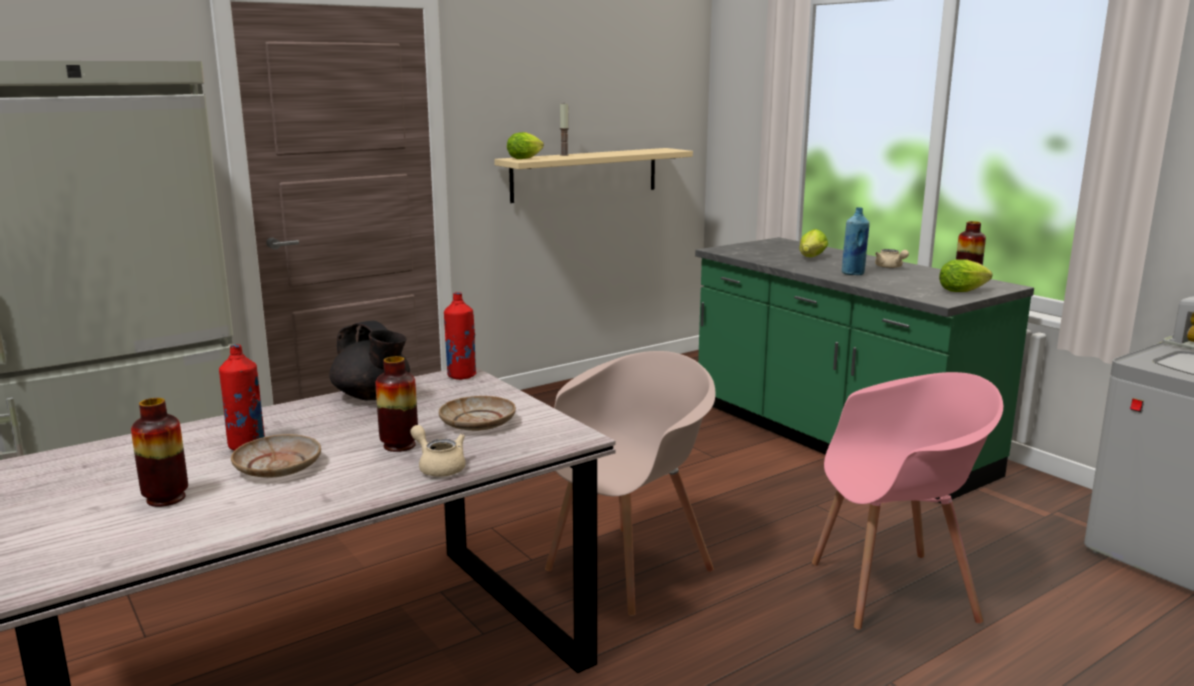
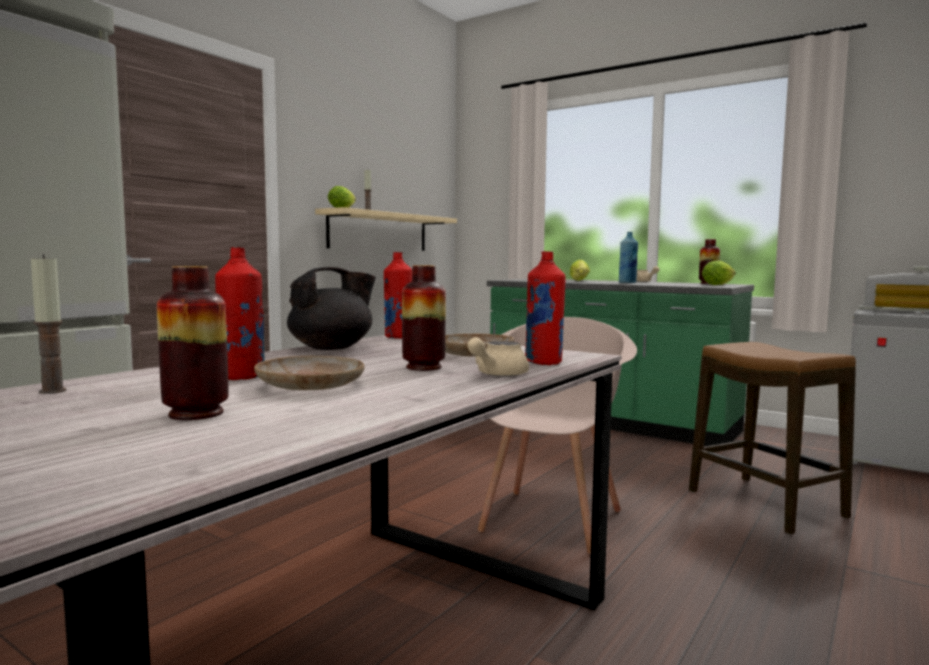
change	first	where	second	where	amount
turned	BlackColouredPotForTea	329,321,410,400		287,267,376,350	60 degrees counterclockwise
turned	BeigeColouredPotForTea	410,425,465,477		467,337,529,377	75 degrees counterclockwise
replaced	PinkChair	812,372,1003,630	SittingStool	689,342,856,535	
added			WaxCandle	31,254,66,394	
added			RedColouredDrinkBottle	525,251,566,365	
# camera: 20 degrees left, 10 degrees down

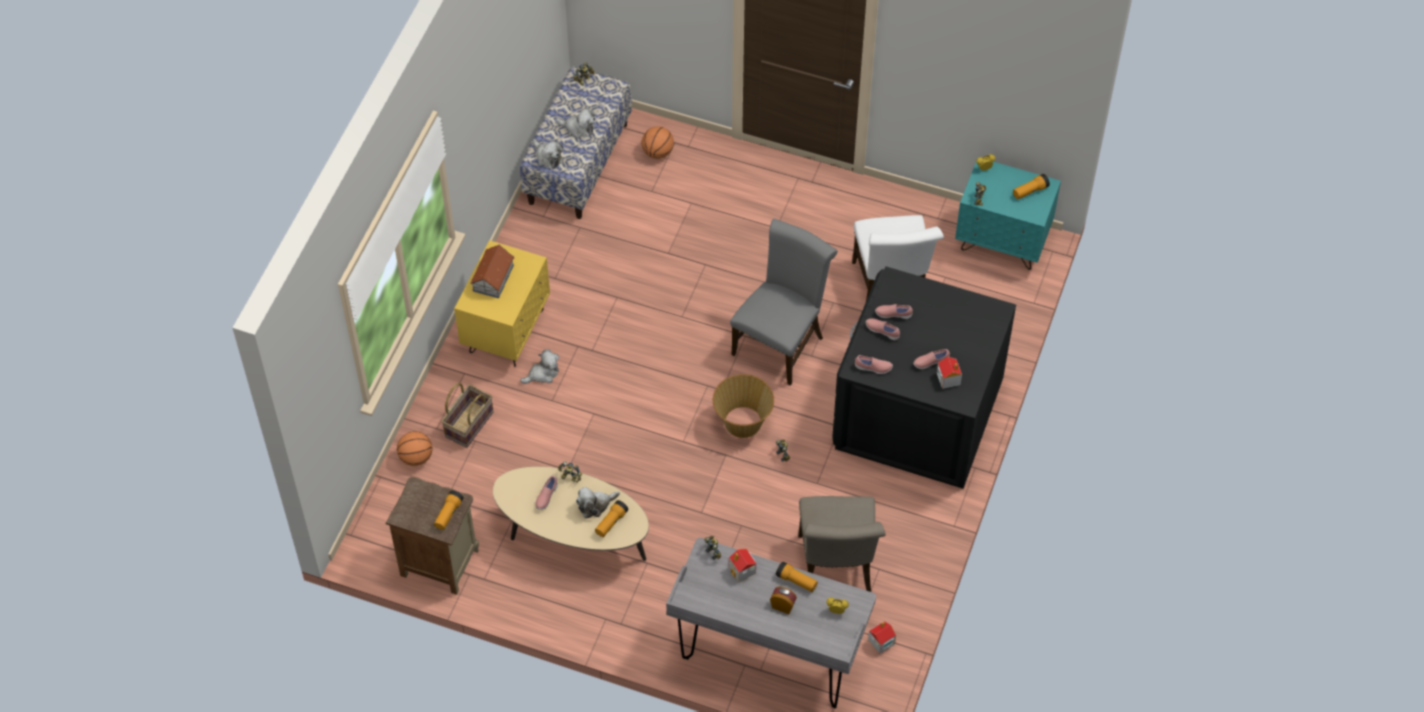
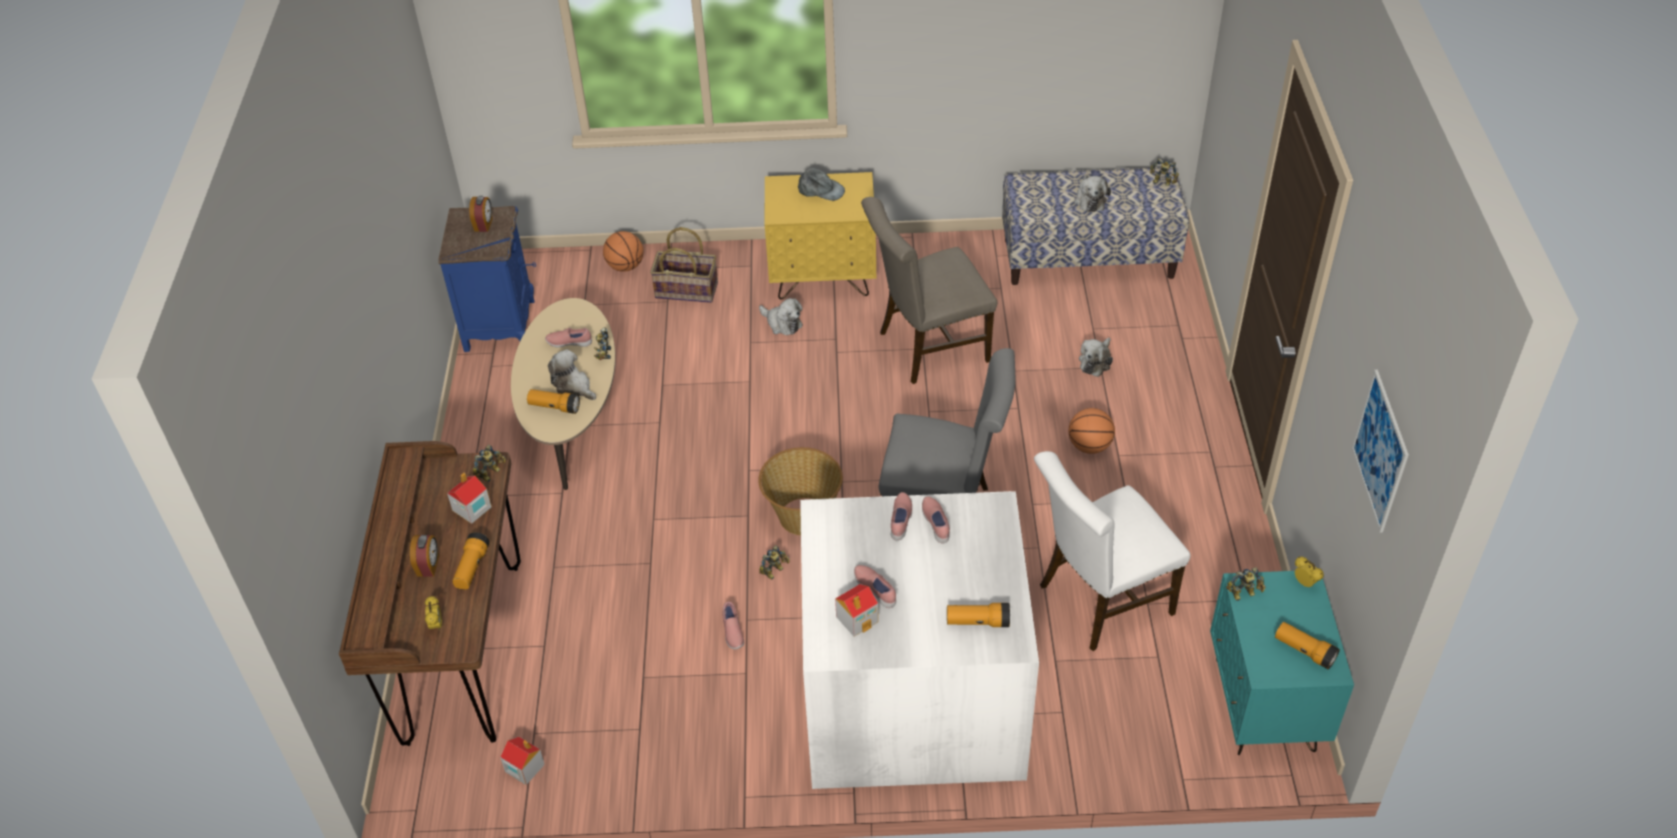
change	first	where	second	where	amount
recoloured	BeigeColouredNightTable	385,477,479,595	BluishNightTable	438,206,536,352	
moved	Flashlight	434,490,464,530		947,603,1010,627	
replaced	ToyHouse	470,245,514,298	GreyBaseballCap	798,168,845,201	
moved	CuddlyToy	533,138,563,169		1079,338,1113,377	
moved	Basketball	642,126,674,159		1068,408,1115,454	
recoloured	GreyDeskTable	666,538,876,708	BrownDeskTable	339,441,521,746	
moved	BeigeColouredChair	798,496,886,592		861,197,997,384	
recoloured	BlackColouredDresser	832,266,1016,489	WhiteColouredDresser	800,491,1039,789	
moved	PinkLowShoe	855,355,893,374		723,602,744,650	
added			BedsideClock	469,196,493,232	
added			Picture	1352,370,1409,533	
# camera: 70 degrees right, 10 degrees down

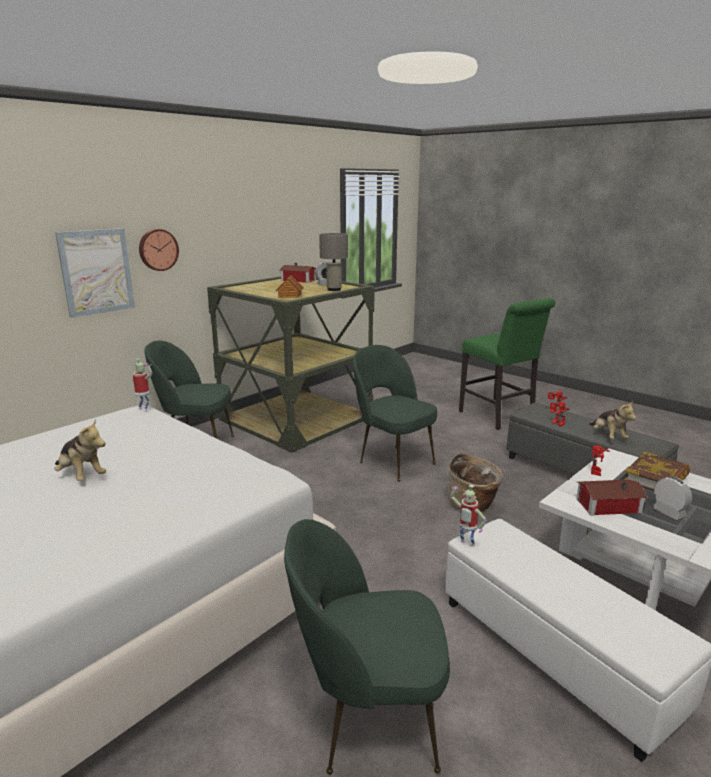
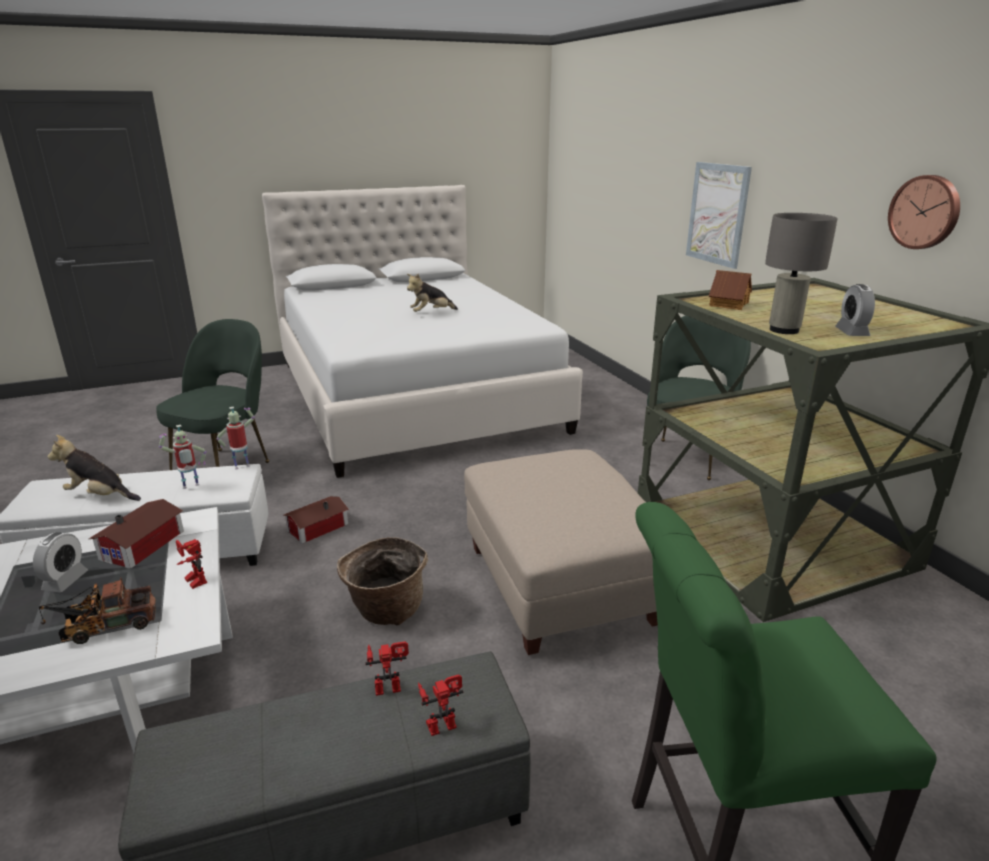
change	first	where	second	where	amount
moved	ModelRobot	132,358,152,411		159,425,207,489	
moved	ClockOnTheWall	139,229,179,271		888,175,960,249	
moved	ToyHouse	280,263,316,283		283,496,349,544	
replaced	GreenishChair	353,345,437,482	BeigeColouredFootrest	464,450,658,655	
moved	CuddlyToy	589,401,636,439		48,435,141,501	
replaced	Book	624,452,690,491	ToyLorry	39,577,156,644	
turned	BedsideClock	652,477,692,520		33,532,88,592	75 degrees counterclockwise
# camera: 115 degrees right, 5 degrees up

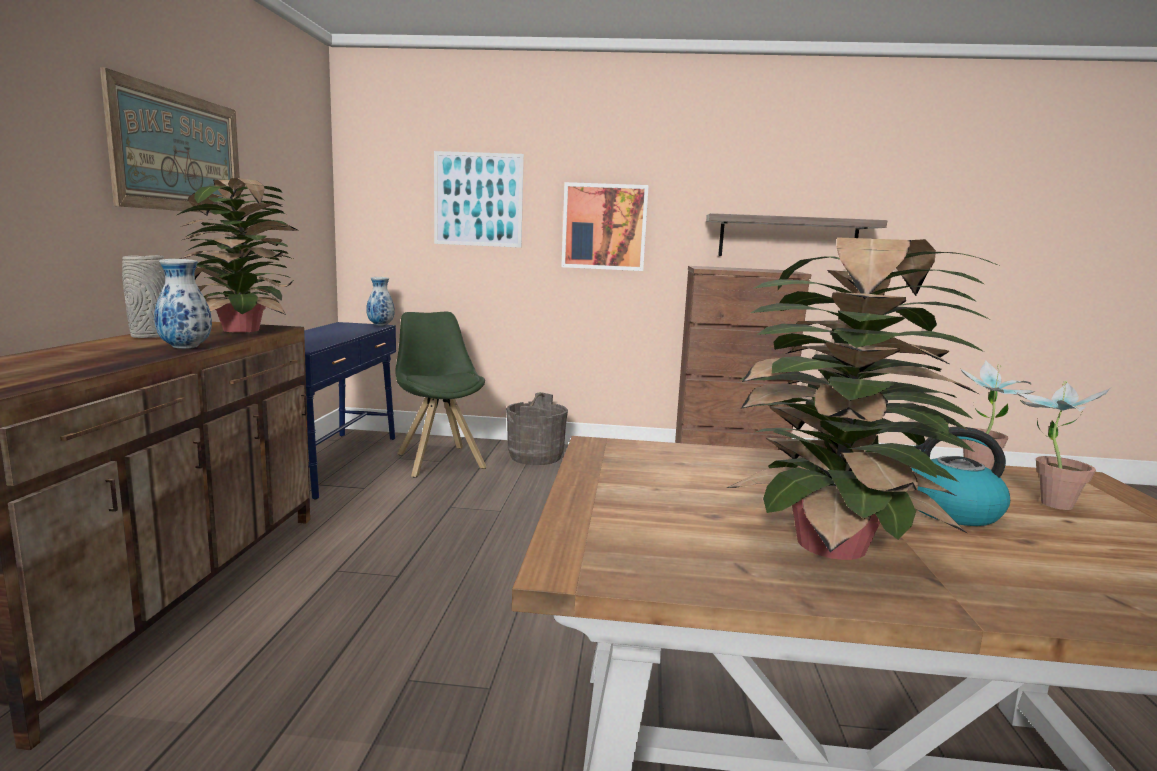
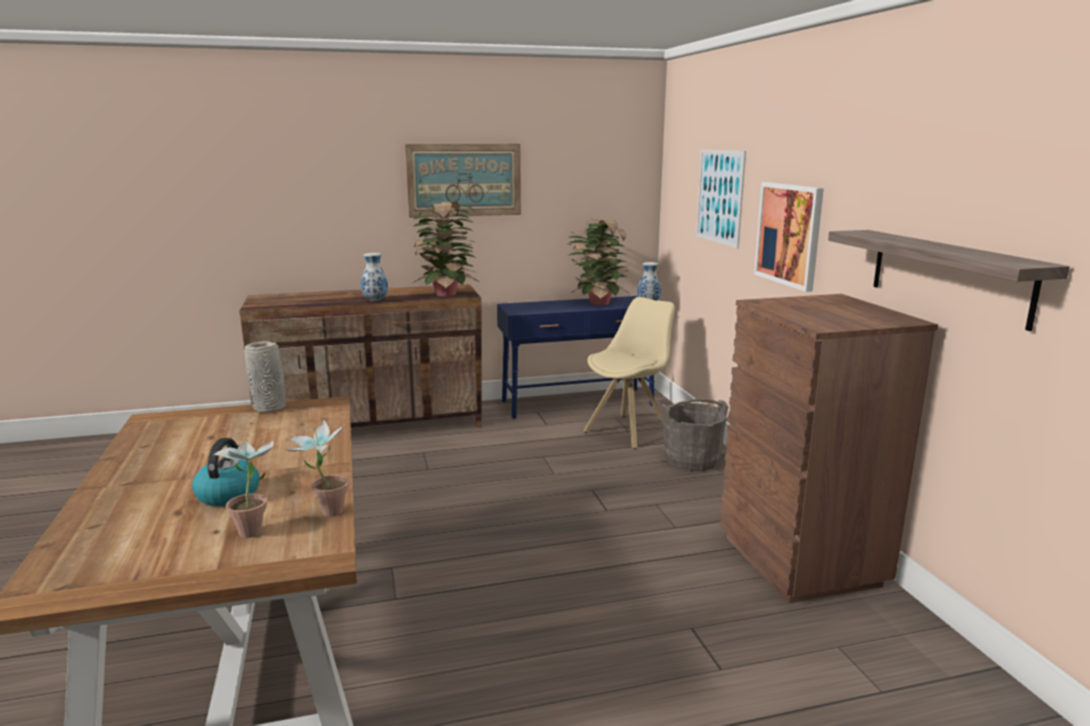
change	first	where	second	where	amount
moved	GreyVase	122,255,165,338		245,341,286,412	
recoloured	GreenishChair	395,312,487,477	BeigeColouredChair	583,297,675,449	
moved	Houseplant	727,237,999,560		567,219,629,305	
# camera: 70 degrees right, 5 degrees up

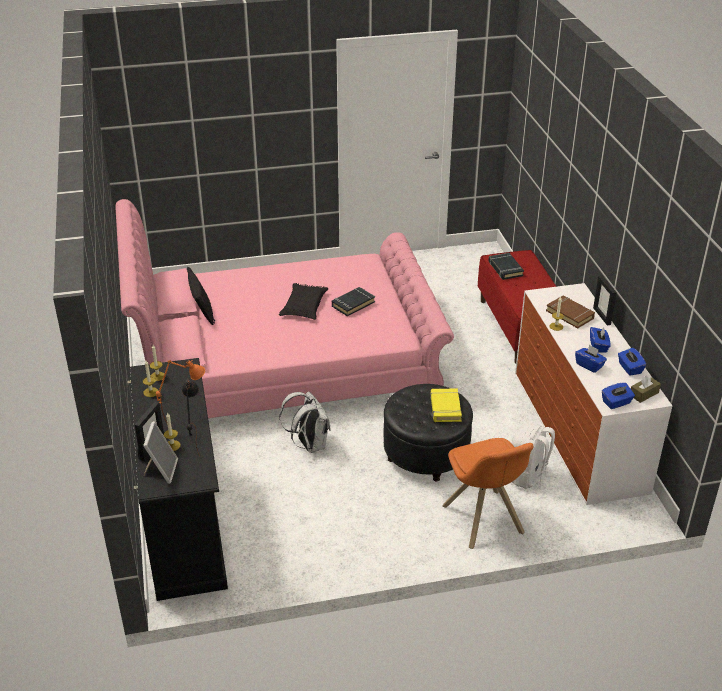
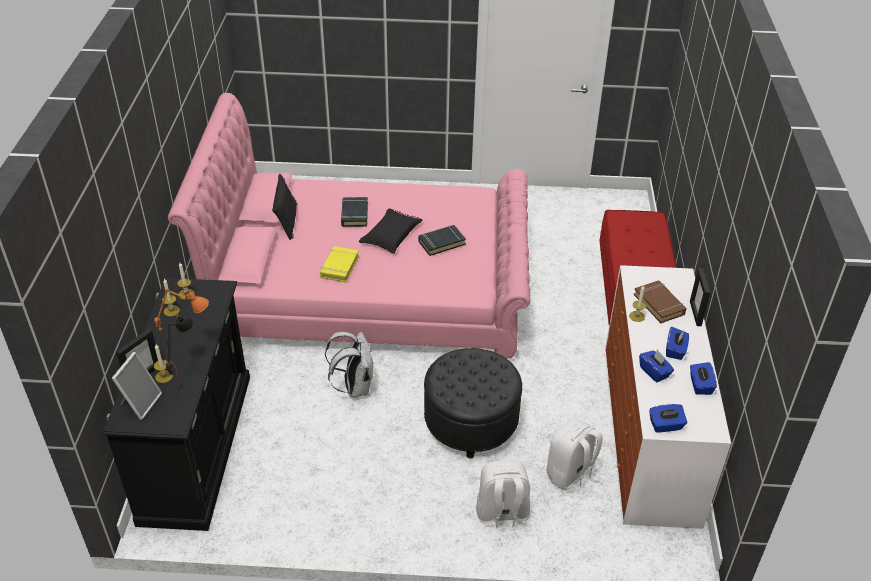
change	first	where	second	where	amount
moved	YellowColouredBook	431,389,462,422		320,246,359,283	
replaced	OrangeChair	442,438,533,549	WhiteColouredRucksack	476,460,530,539	
moved	BlackColouredBook	488,253,524,280		341,197,368,227	
removed	BrownBoxOfTissues	631,375,661,403			
# camera: 15 degrees right, 5 degrees up

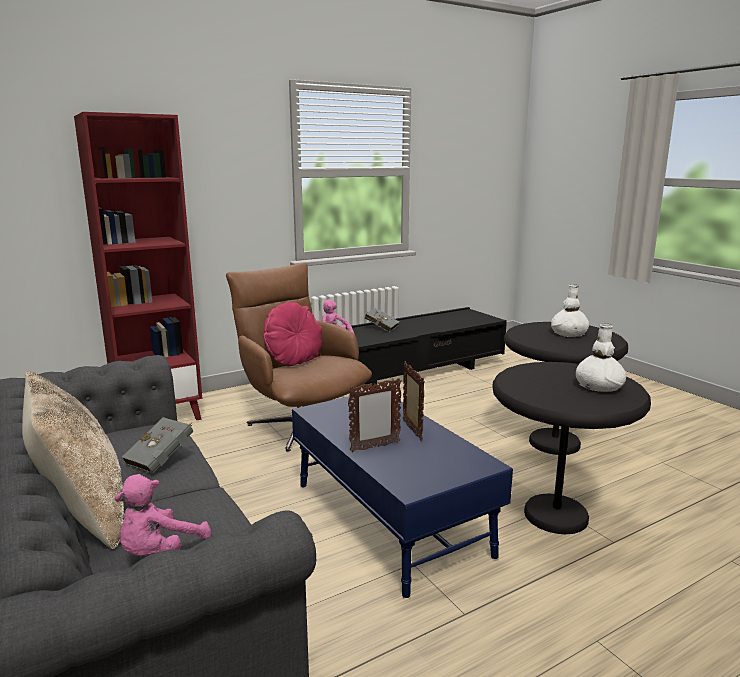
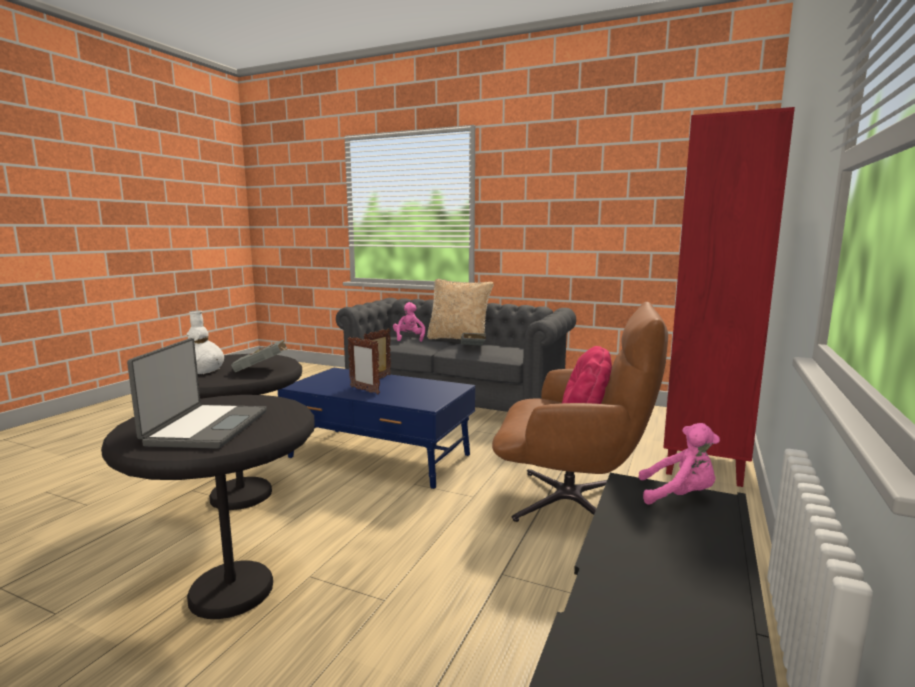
change	first	where	second	where	amount
moved	GreyBook	365,308,400,332		231,340,289,372	
replaced	WhiteColouredVase	551,284,589,337	PortableComputer	127,338,267,449	
# camera: 145 degrees right, 5 degrees down

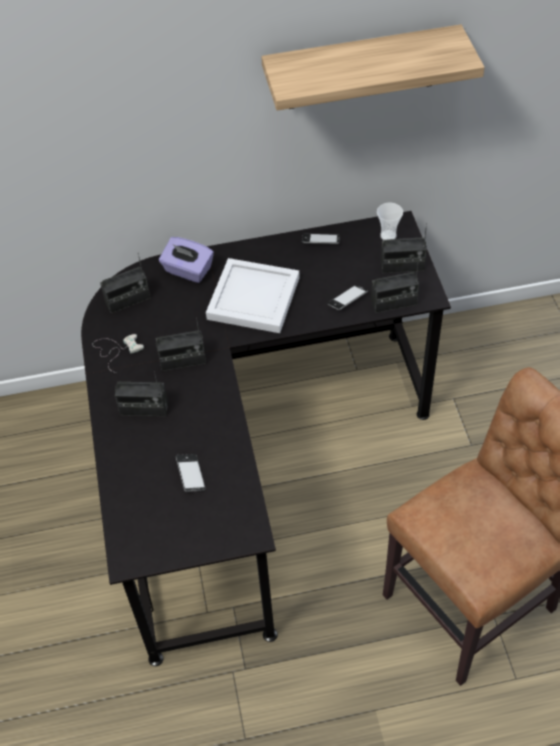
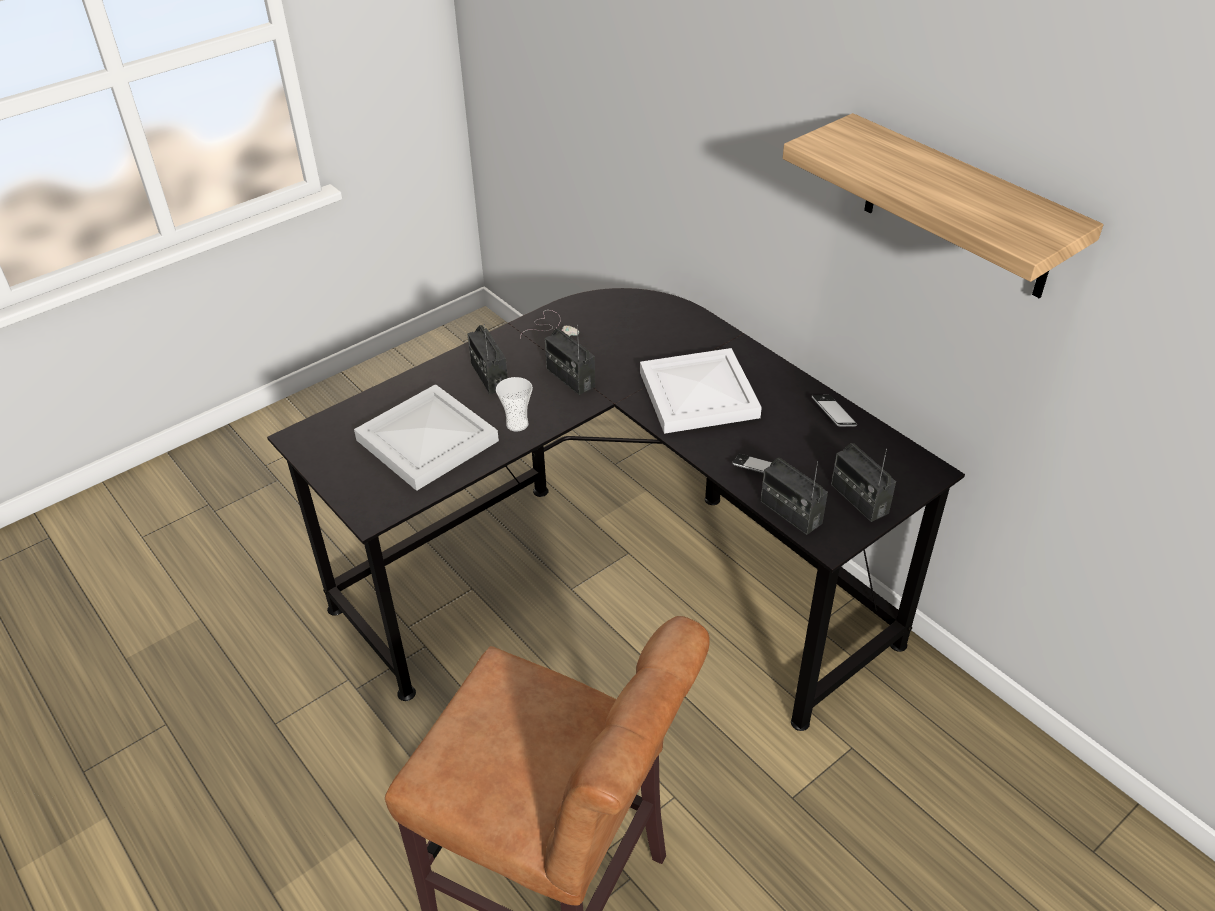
change	first	where	second	where	amount
removed	RadioReceiver	100,253,151,313			
removed	PurpleBoxOfTissues	159,237,214,283			
replaced	Phone	176,454,206,492	WhiteColouredServingTray	354,384,499,491	
moved	SmallCup	377,203,403,240		496,377,533,431	
# camera: 60 degrees right, 10 degrees down

